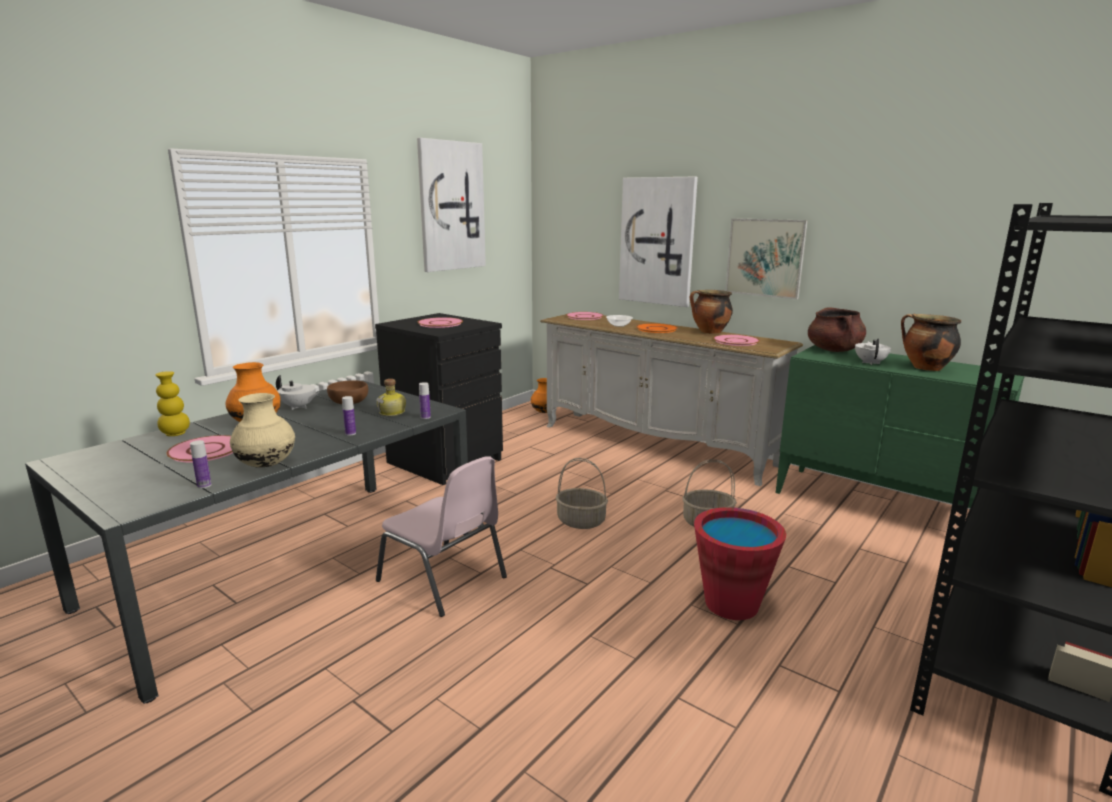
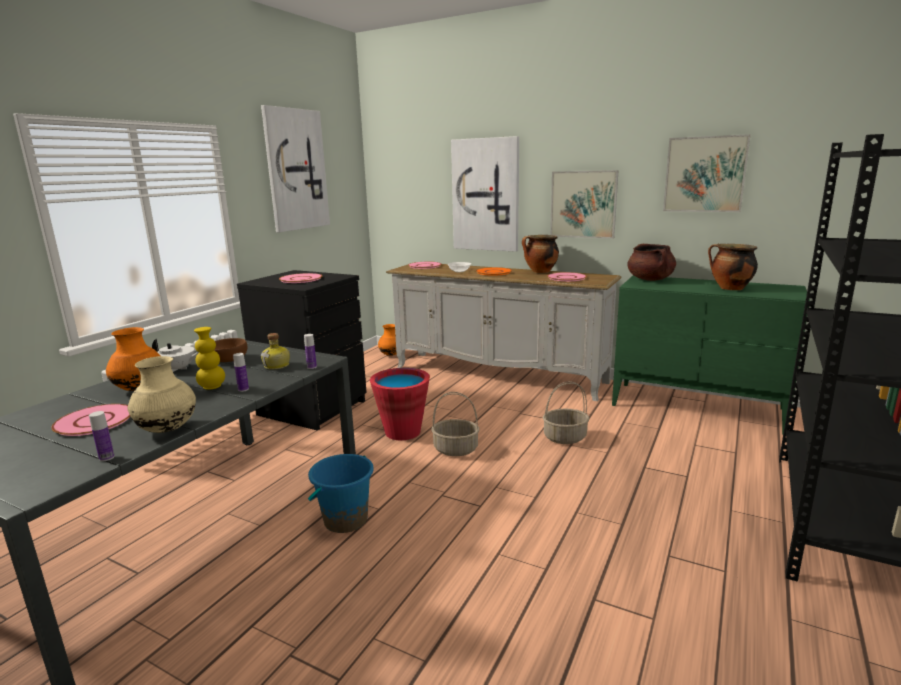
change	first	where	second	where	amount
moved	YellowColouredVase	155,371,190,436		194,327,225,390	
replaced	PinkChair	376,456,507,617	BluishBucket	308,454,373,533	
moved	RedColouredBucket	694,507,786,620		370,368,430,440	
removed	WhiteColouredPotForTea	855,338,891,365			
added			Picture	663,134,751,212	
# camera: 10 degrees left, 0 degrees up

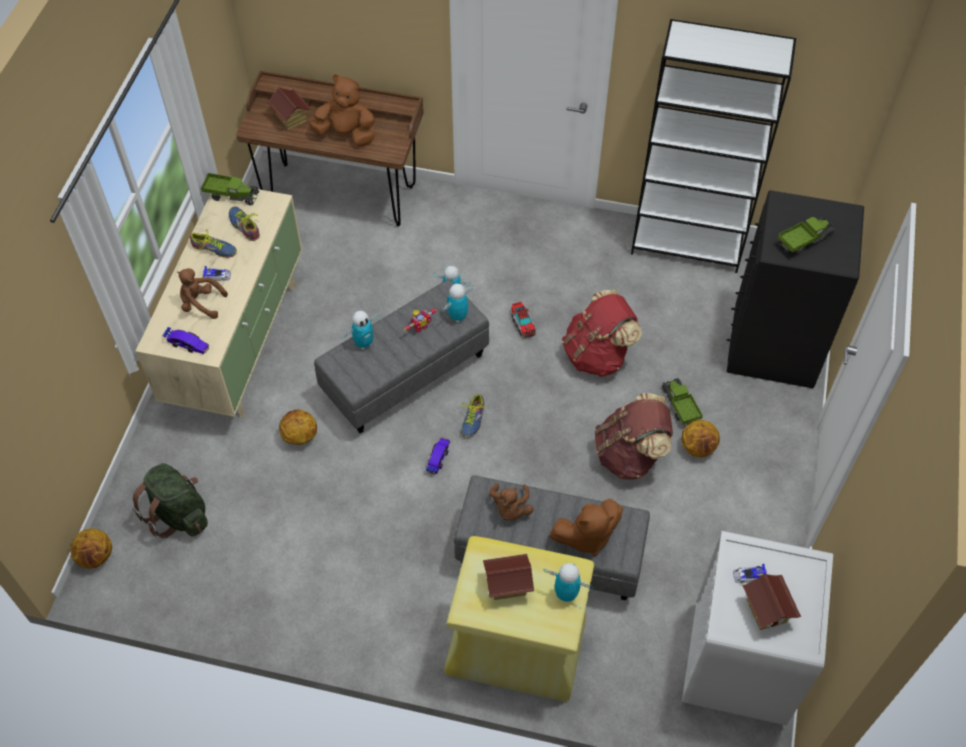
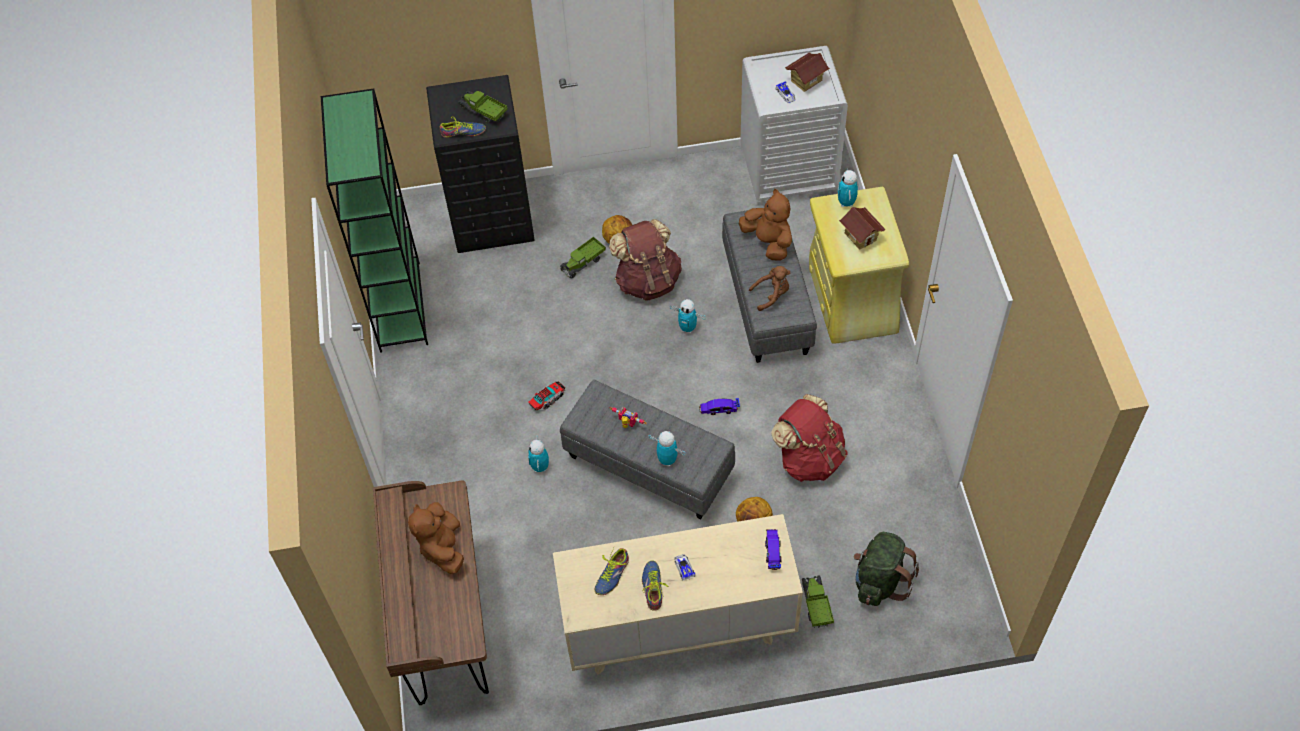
change	first	where	second	where	amount
removed	Basketball	71,528,112,569			
removed	BrownCuddlyToy	177,268,228,319			
moved	ToyLorry	201,173,259,206		802,575,834,628	
removed	ToyHouse	266,87,311,130			
moved	ModelRobot	442,284,473,323		670,299,706,333	
moved	LowShoe	461,394,485,438		440,117,486,138	
moved	RedColouredRucksack	562,290,642,377		771,394,848,482	
recoloured	WhiteColouredBookshelf	631,19,796,273	GreenishBookshelf	321,89,428,353	
# camera: 110 degrees left, 0 degrees up

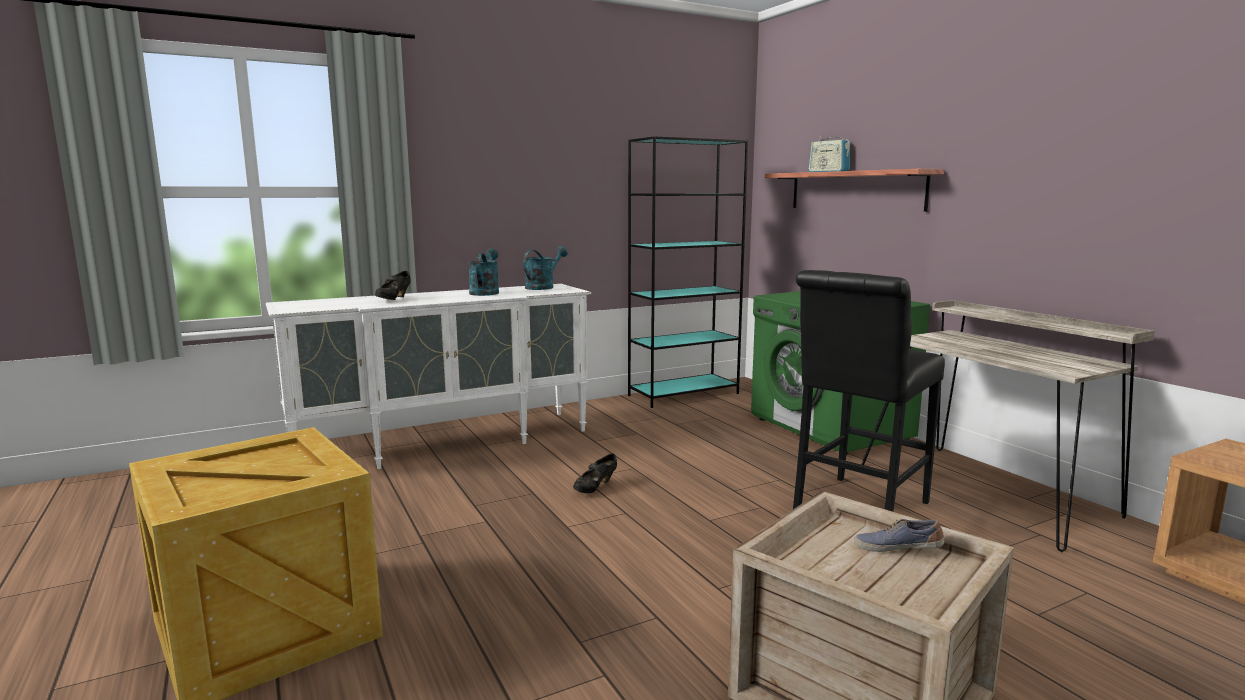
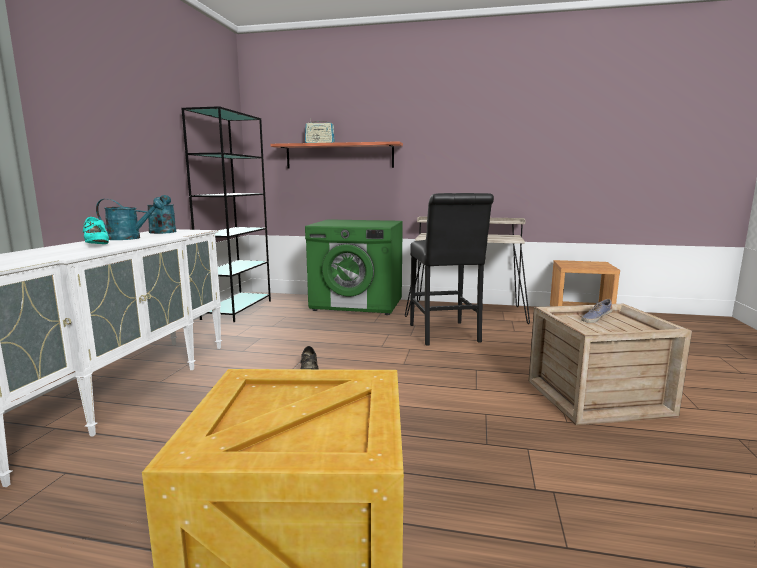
change	first	where	second	where	amount
removed	BlackColouredLowShoe	375,271,411,300			
turned	TurquoiseWateringCan	469,249,499,296		96,198,164,240	135 degrees clockwise
added			TurquoiseLowShoe	83,217,109,244	
# camera: 50 degrees left, 0 degrees up

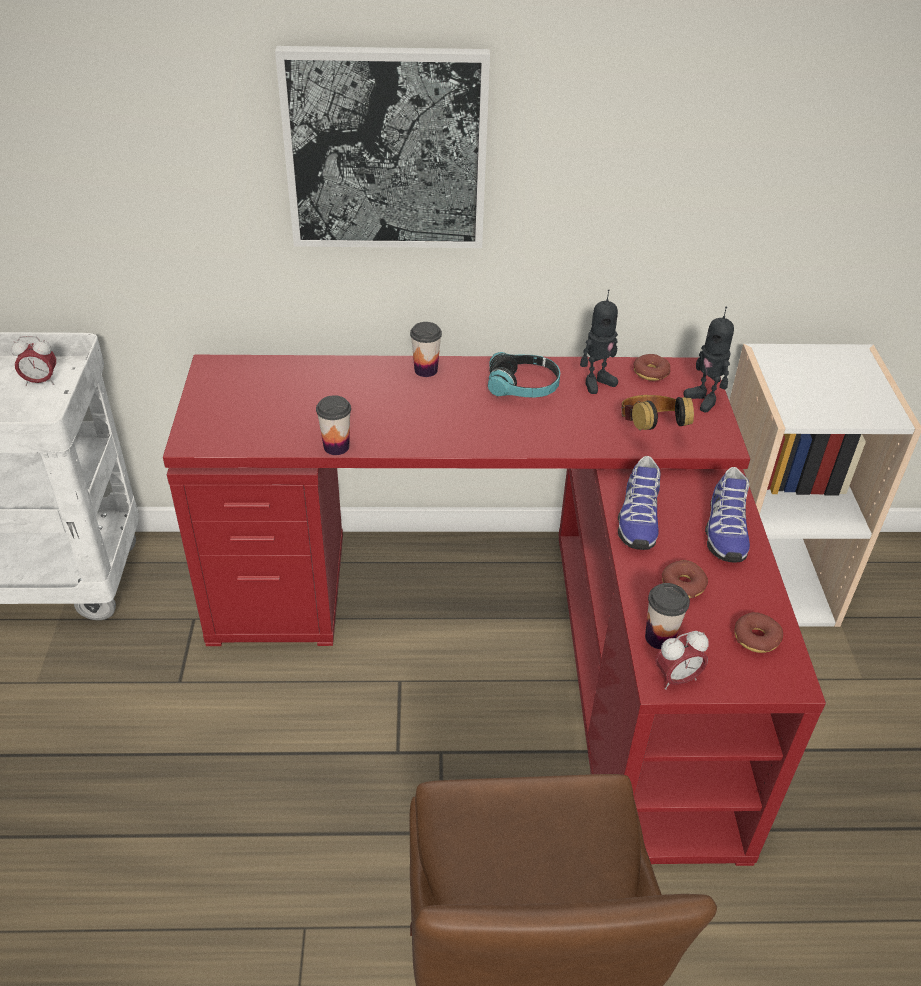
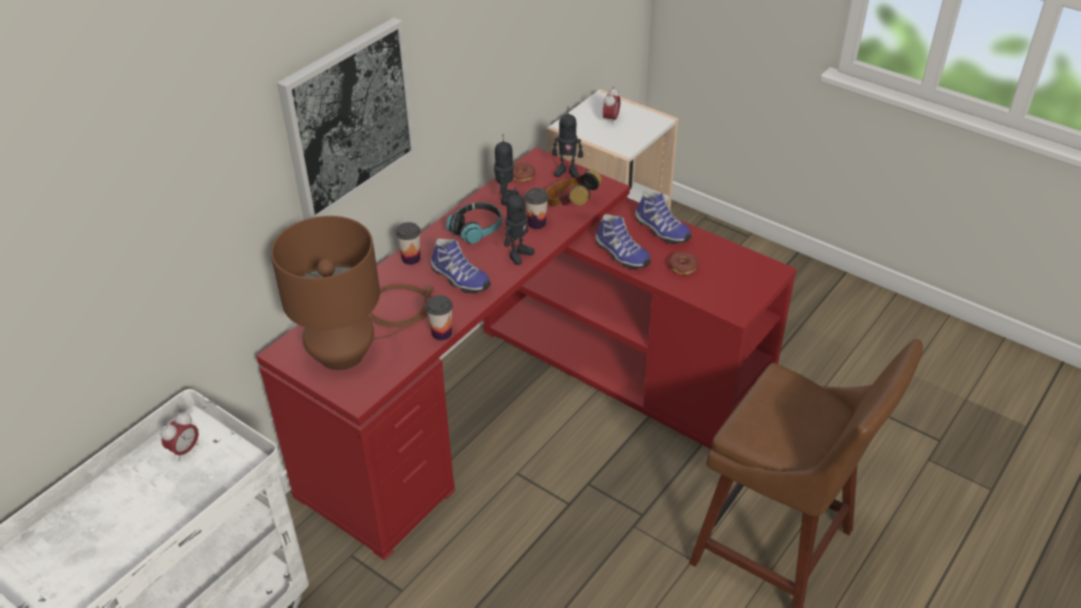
change	first	where	second	where	amount
moved	SmallCup	645,583,690,649		525,188,548,229	
moved	BedsideClock	655,631,709,690		603,87,621,125	
removed	RingDoughnut	734,612,783,653			
added			BrownTabletopLamp	271,216,434,370	
added			LowShoe	431,239,491,293	
added			ModelRobot	504,187,534,265	
# camera: 50 degrees left, 0 degrees up

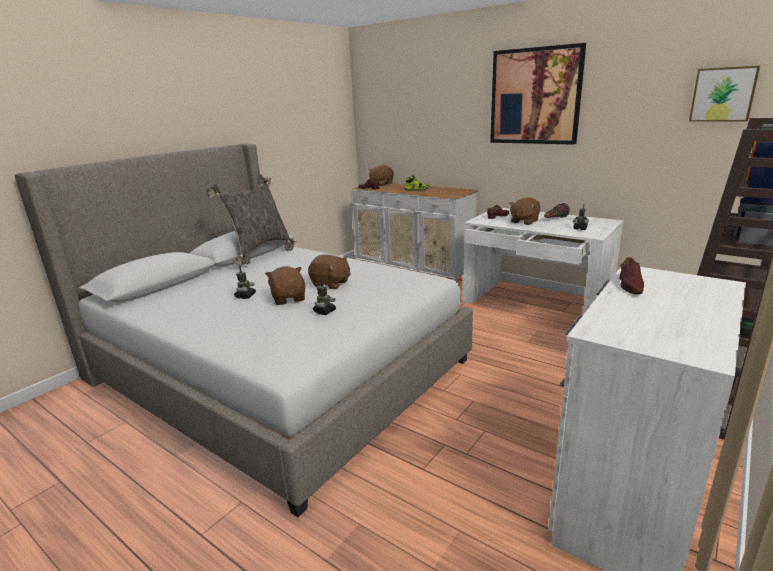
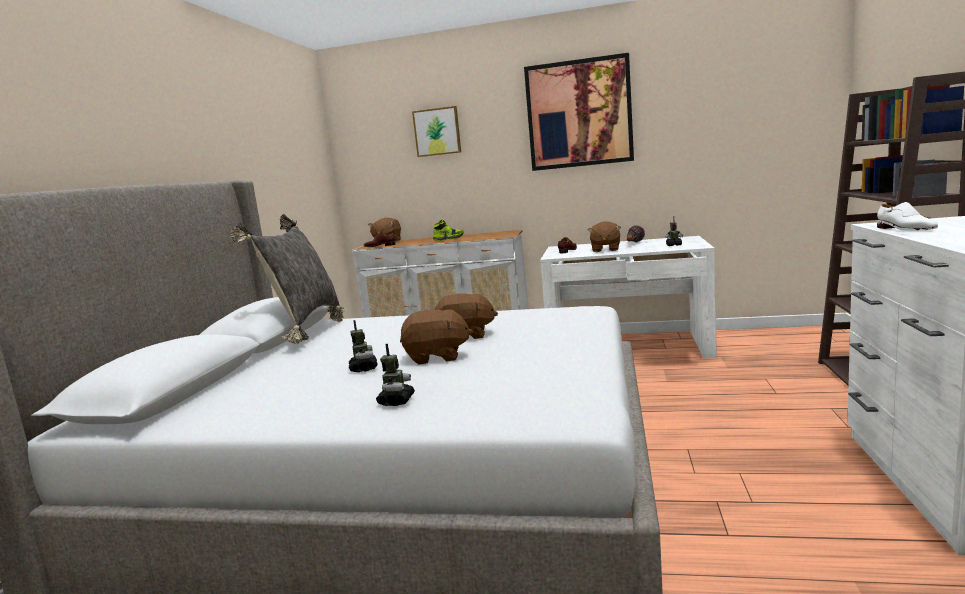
change	first	where	second	where	amount
turned	BrownCuddlyToy	265,266,305,305		400,309,473,365	135 degrees clockwise
moved	ModelRobot	313,279,336,315		376,344,415,406	
recoloured	BrownLowShoe	619,257,644,294	WhiteColouredLowShoe	877,202,938,231	
moved	Picture	689,66,760,122		412,106,461,157	
# camera: 25 degrees left, 10 degrees down

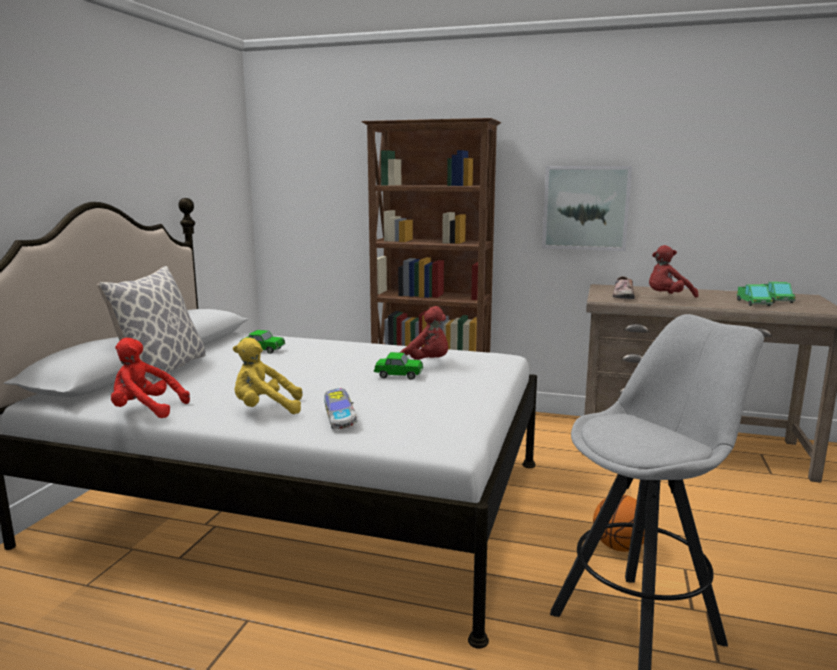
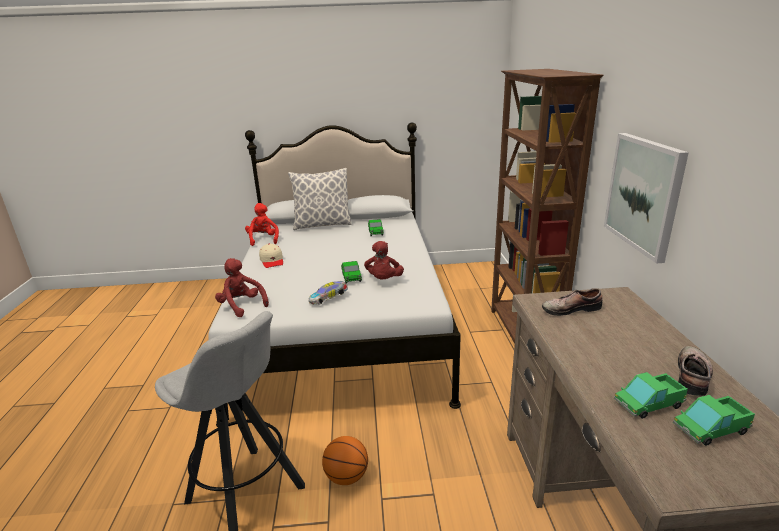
change	first	where	second	where	amount
replaced	YellowColouredCuddlyToy	233,338,302,414	BeigeColouredBaseballCap	259,244,283,268	
moved	ModelCar	324,388,357,429		309,281,348,305	
moved	RedColouredCuddlyToy	649,245,699,298		215,258,269,317	
added			LowShoe	678,346,713,396	
# camera: 70 degrees right, 10 degrees up

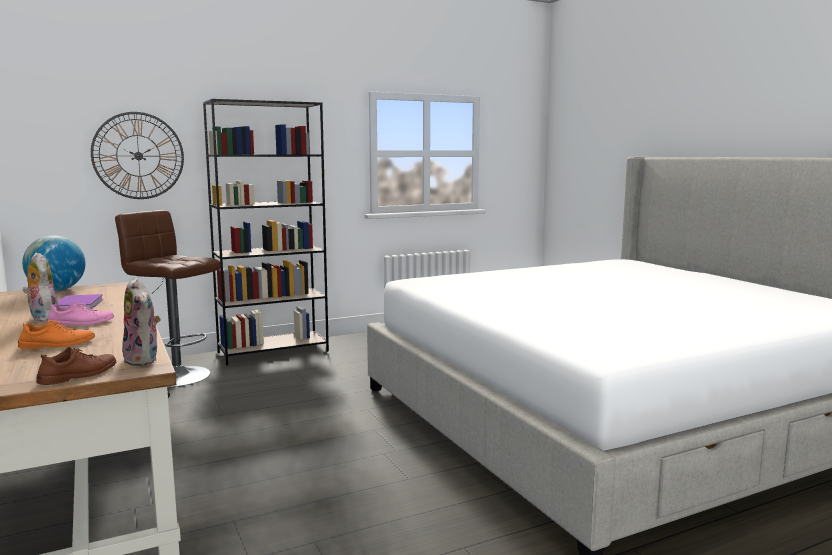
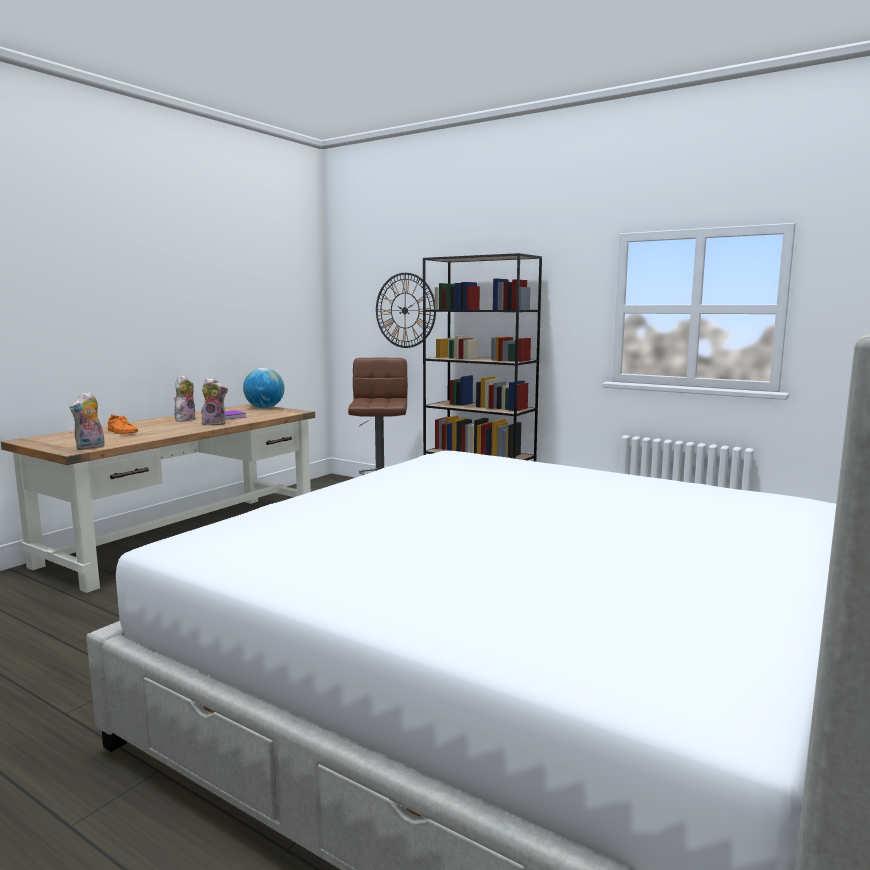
change	first	where	second	where	amount
removed	BrownLowShoe	36,347,116,385			
removed	PinkLowShoe	47,301,114,327			
added			CuddlyToy	201,378,228,426	
# camera: 60 degrees right, 0 degrees up

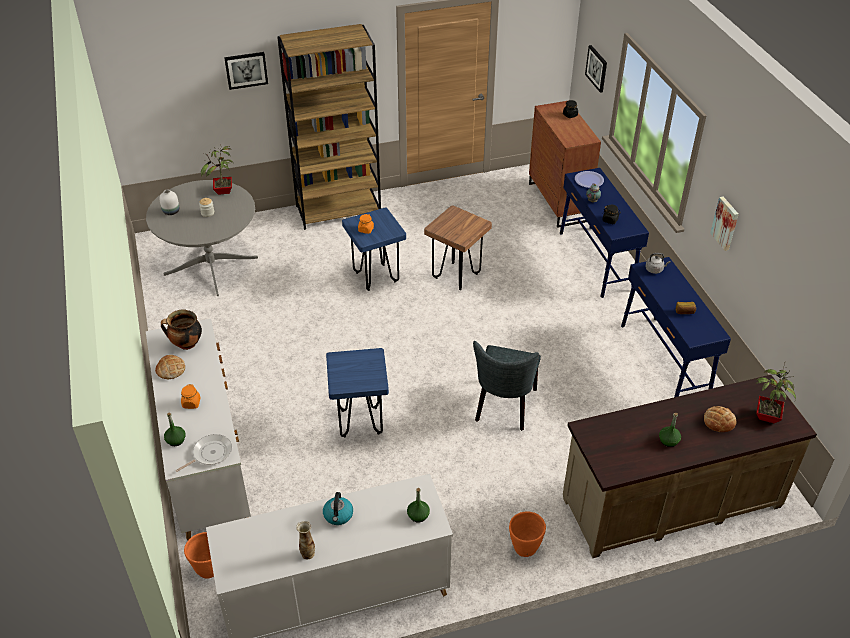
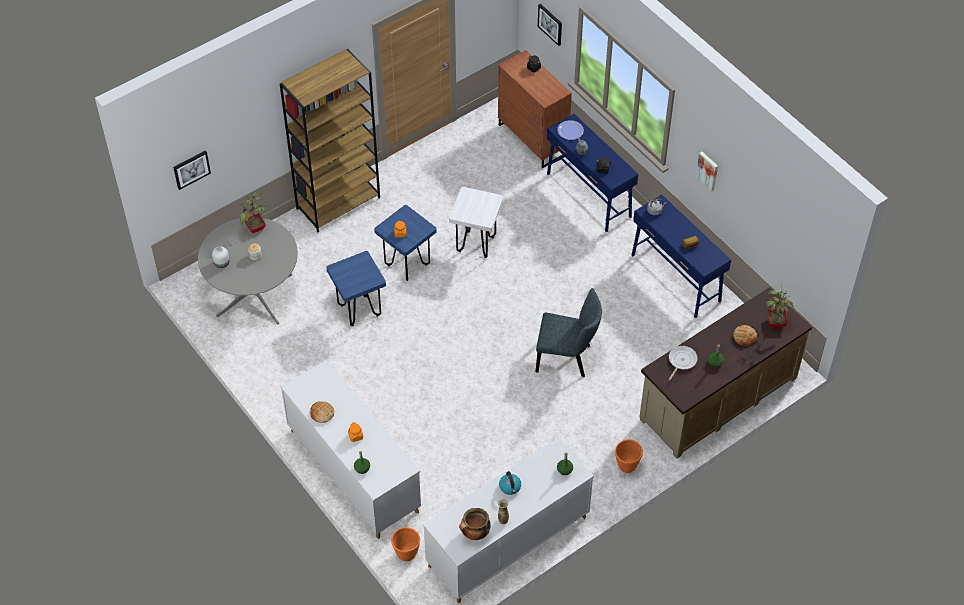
change	first	where	second	where	amount
moved	CookingPot	161,309,202,350		459,508,491,540	
moved	Skillet	176,434,232,472		669,346,698,380	
moved	Picture	224,52,268,90		173,151,211,190	
moved	BluishSittingStool	326,348,389,438		326,251,386,326	
recoloured	BrownSittingStool	424,205,492,290	WhiteColouredSittingStool	449,187,503,258	
turned	GreyChair	473,341,541,431		536,288,602,378	75 degrees counterclockwise
# camera: 20 degrees left, 10 degrees up

